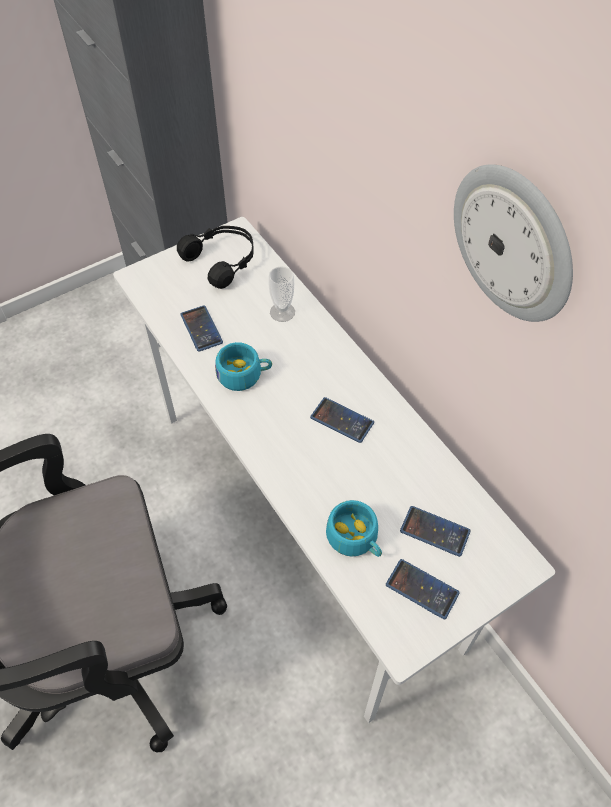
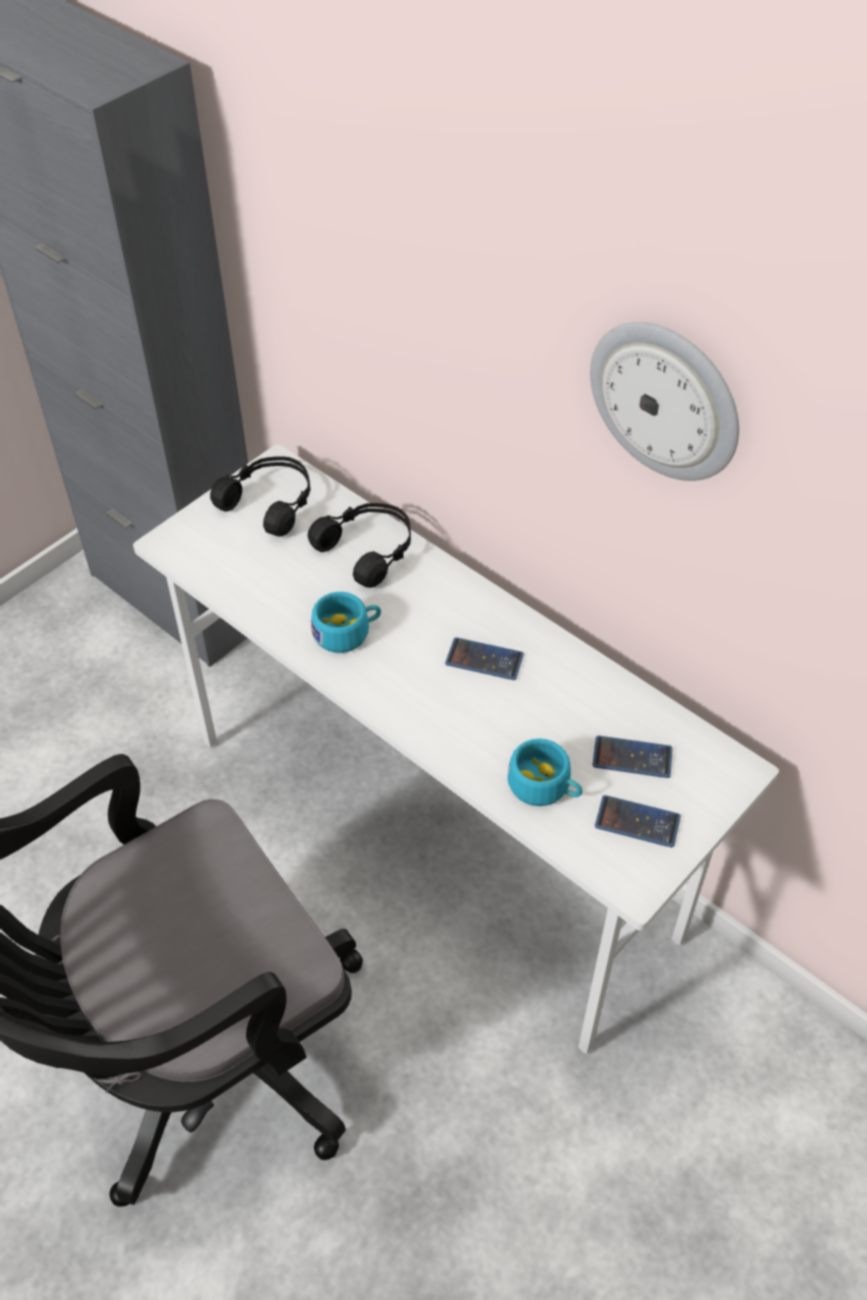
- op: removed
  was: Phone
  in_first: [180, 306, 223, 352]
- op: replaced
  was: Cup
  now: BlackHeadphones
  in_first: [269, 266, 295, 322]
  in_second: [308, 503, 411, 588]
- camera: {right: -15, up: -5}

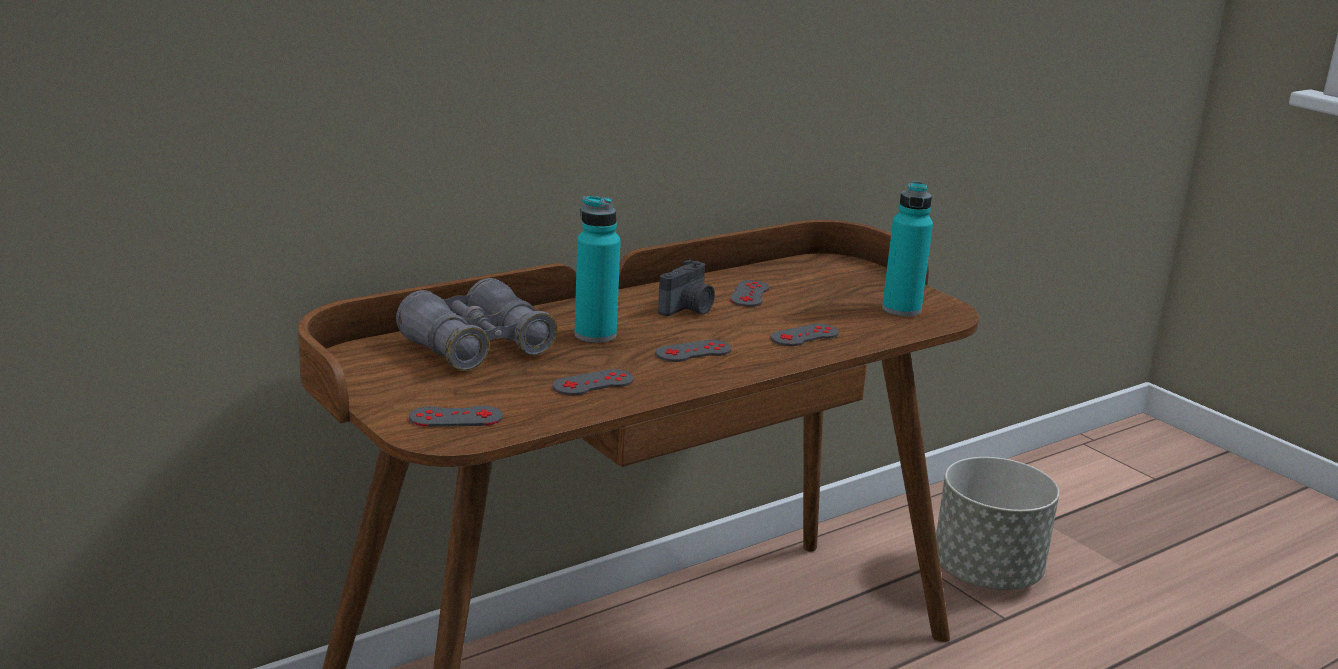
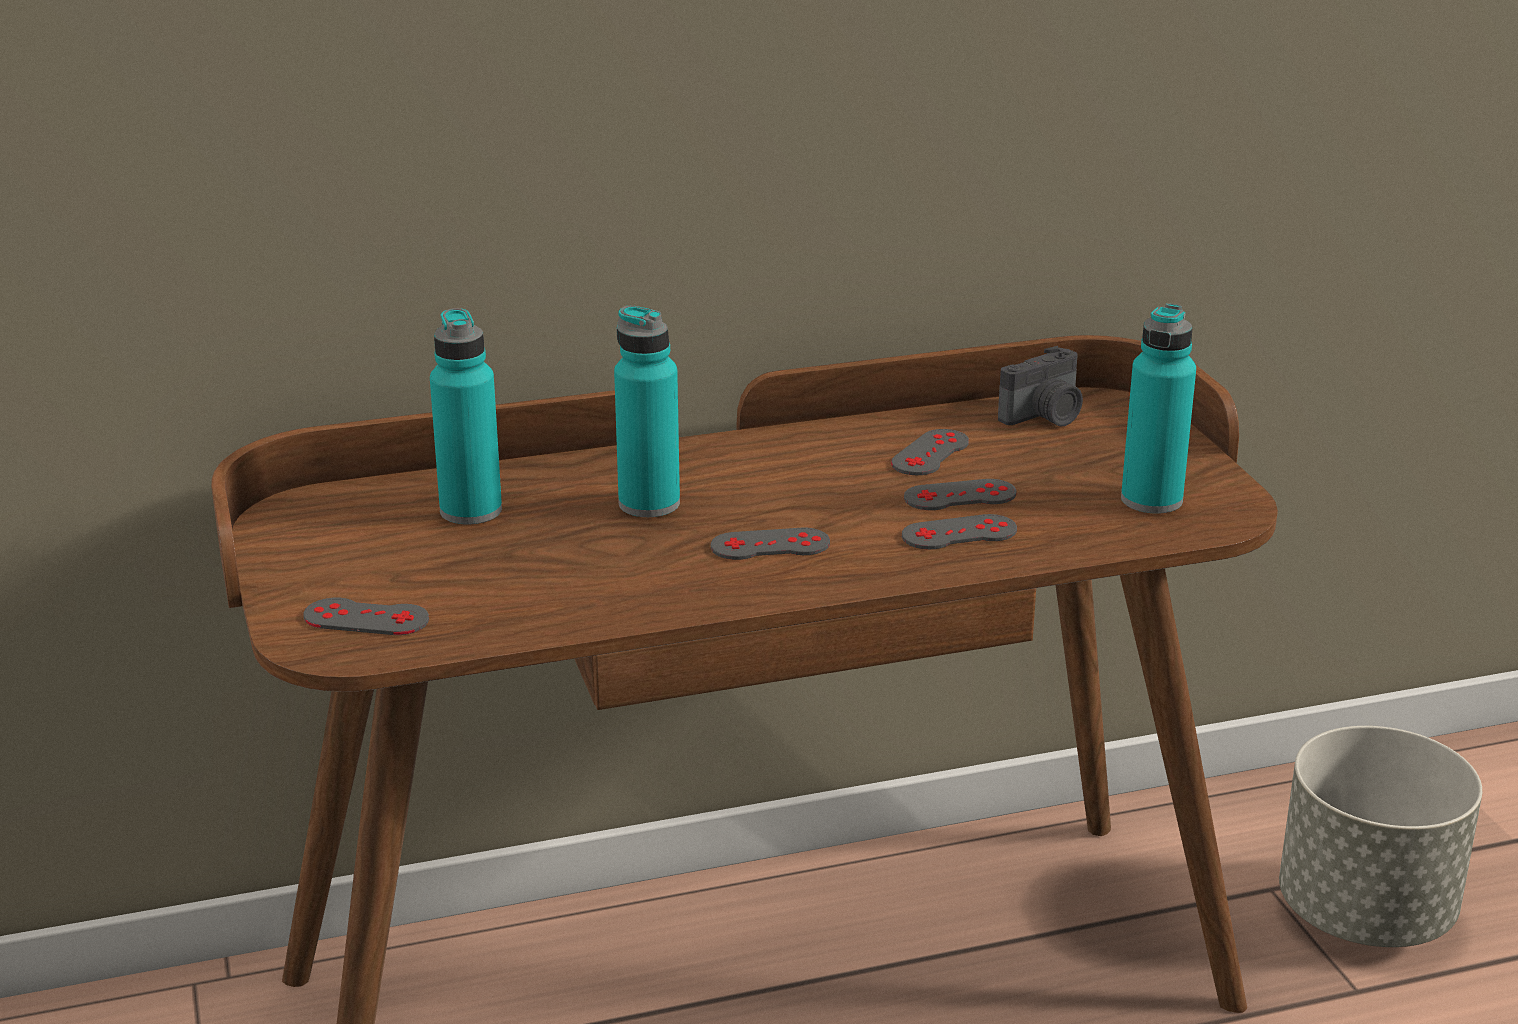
- op: replaced
  was: GreyBinoculars
  now: TurquoiseBottle
  in_first: [396, 278, 557, 371]
  in_second: [430, 308, 502, 524]
- op: moved
  was: GreyGameController
  in_first: [553, 369, 634, 395]
  in_second: [904, 479, 1017, 510]
- op: moved
  was: PhotoCamera
  in_first: [658, 260, 715, 316]
  in_second: [998, 346, 1083, 427]
- camera: {right: 20, up: 5}

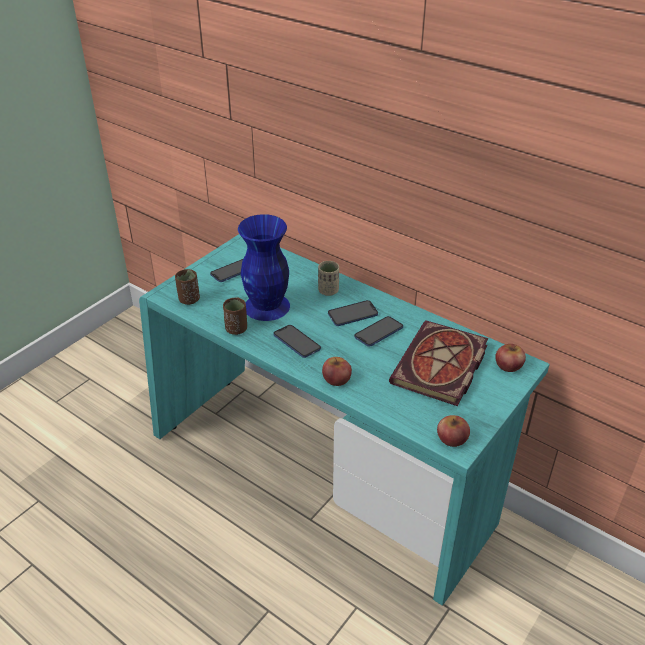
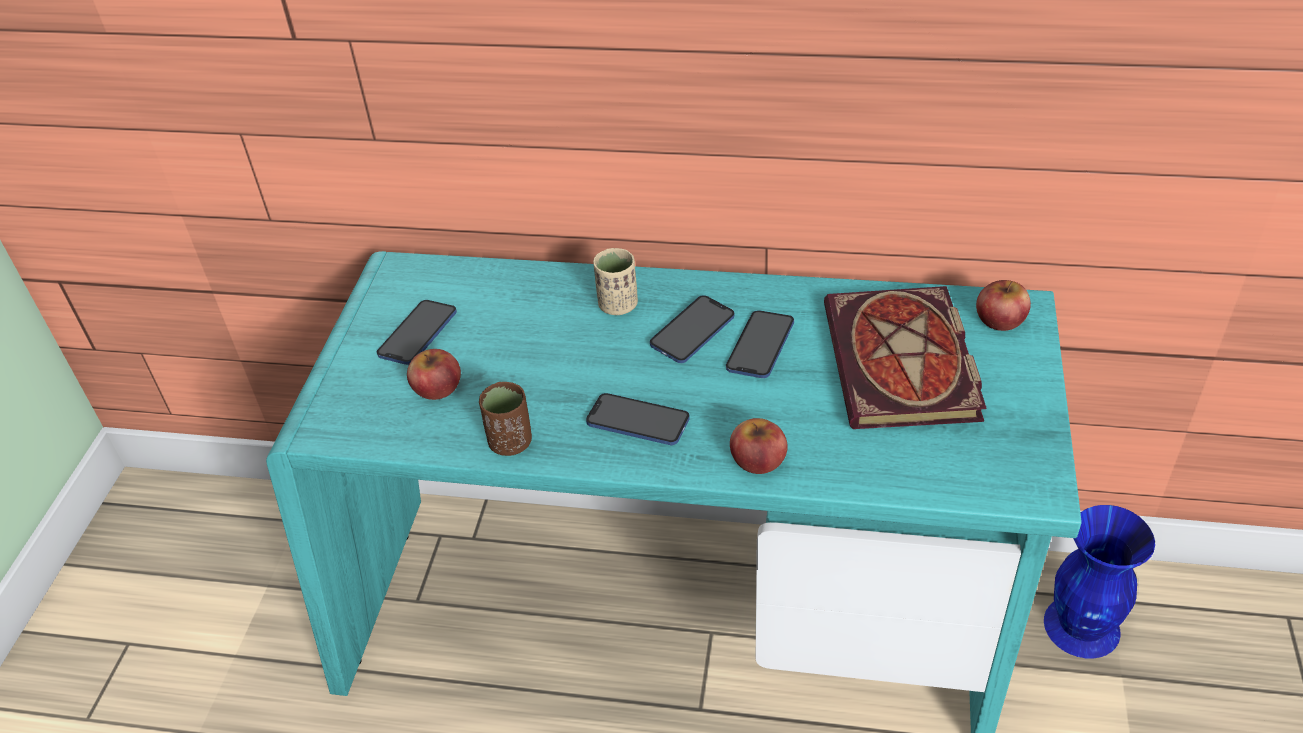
- op: removed
  was: BrownCup
  in_first: [175, 269, 200, 305]
- op: moved
  was: BlueVase
  in_first: [238, 214, 290, 321]
  in_second: [1044, 505, 1155, 659]
- op: moved
  was: Apple
  in_first: [437, 415, 470, 447]
  in_second: [407, 349, 461, 400]
- camera: {right: -25, up: 5}

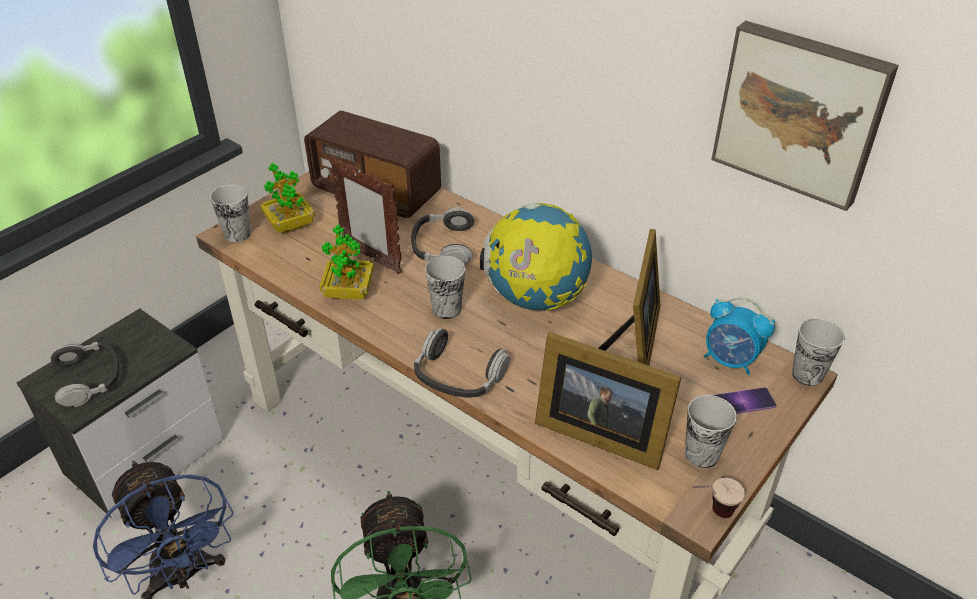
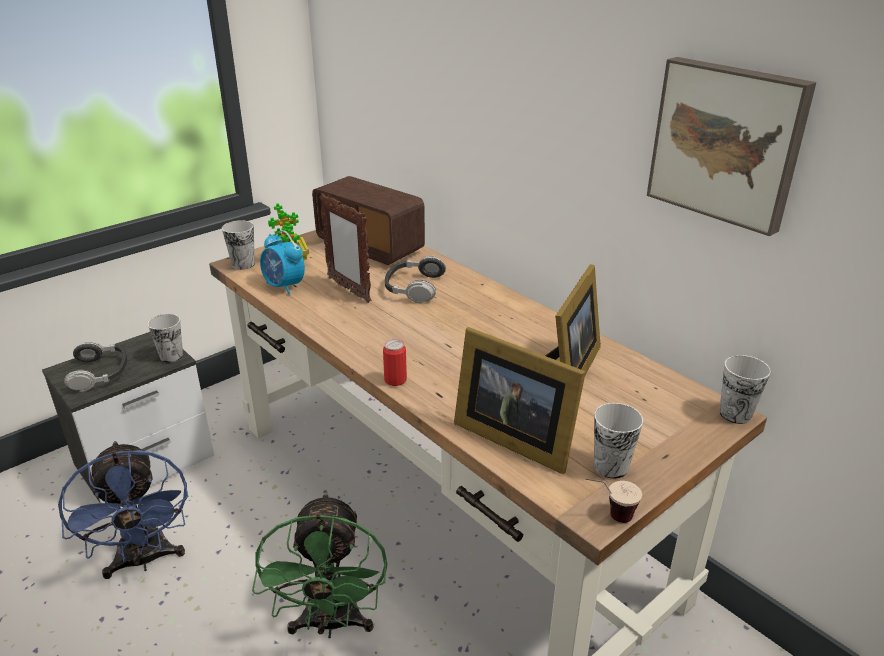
- op: removed
  was: PottedPlant
  in_first: [319, 225, 374, 299]
- op: replaced
  was: Headphones
  now: Can
  in_first: [414, 328, 510, 398]
  in_second: [383, 339, 407, 386]
- op: moved
  was: Cup
  in_first: [425, 256, 466, 319]
  in_second: [148, 314, 183, 363]
- op: removed
  was: Globe
  in_first: [480, 203, 592, 311]
- op: moved
  was: AlarmClock
  in_first: [703, 297, 775, 375]
  in_second: [260, 230, 305, 294]
- op: removed
  was: Phone
  in_first: [713, 387, 777, 414]
- camera: {right: 10, up: -10}

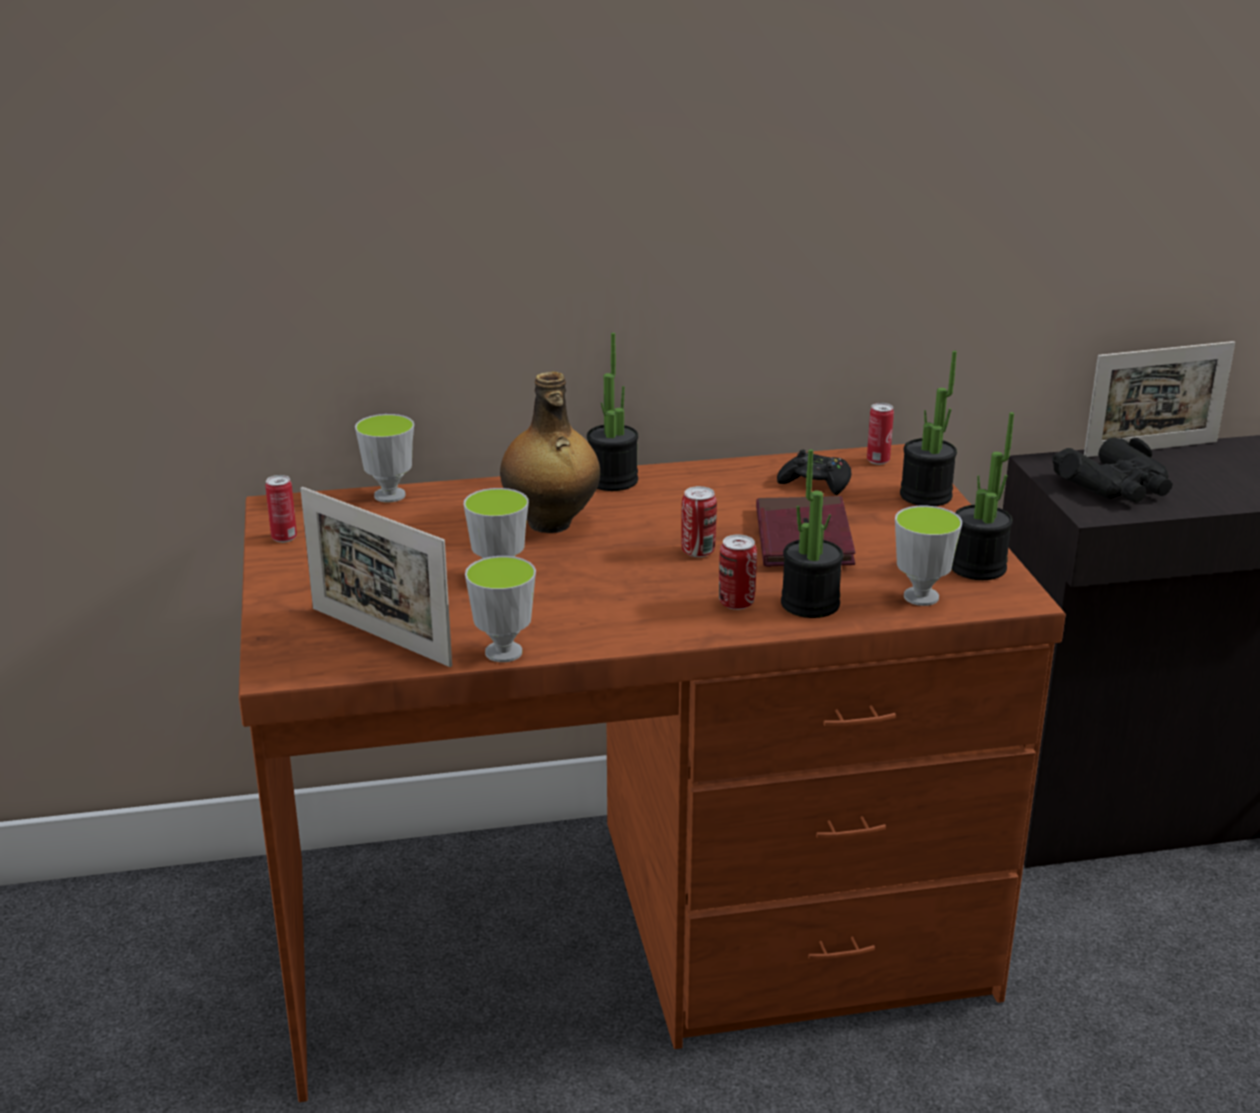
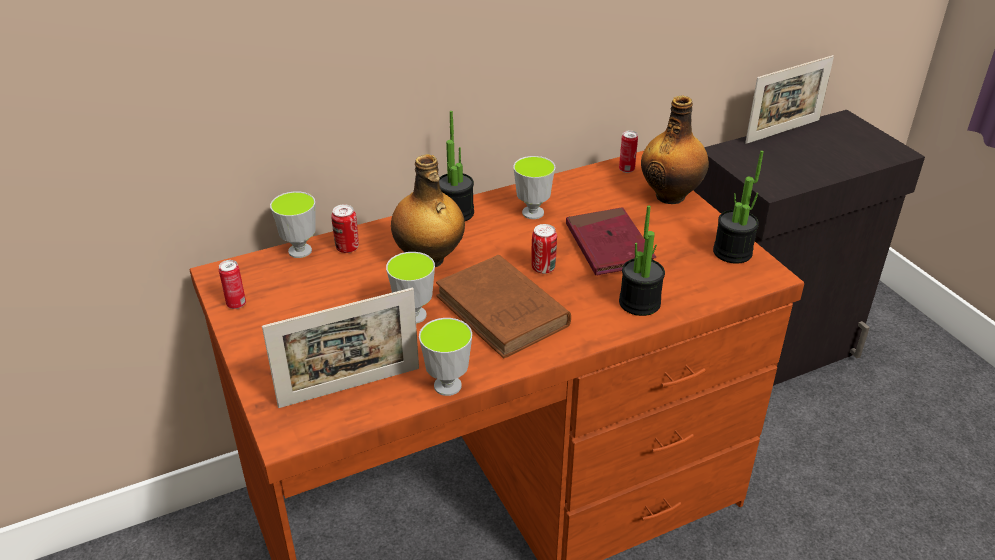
- op: turned
  was: PictureFrame
  in_first: [300, 487, 452, 667]
  in_second: [262, 288, 419, 408]
  clockwise: -45
- op: moved
  was: Can
  in_first: [719, 535, 757, 610]
  in_second: [331, 204, 359, 253]
- op: removed
  was: BlackGameController
  in_first: [777, 449, 851, 495]
- op: moved
  was: Cup
  in_first: [895, 505, 962, 606]
  in_second: [513, 156, 555, 219]
- op: replaced
  was: PottedPlant
  now: Bottle
  in_first: [900, 351, 957, 506]
  in_second: [641, 95, 709, 204]
- op: removed
  was: BlackBinoculars
  in_first: [1052, 437, 1173, 503]
- op: added
  now: BrownBook
  in_second: [436, 255, 571, 358]
- camera: {right: -15, up: 10}

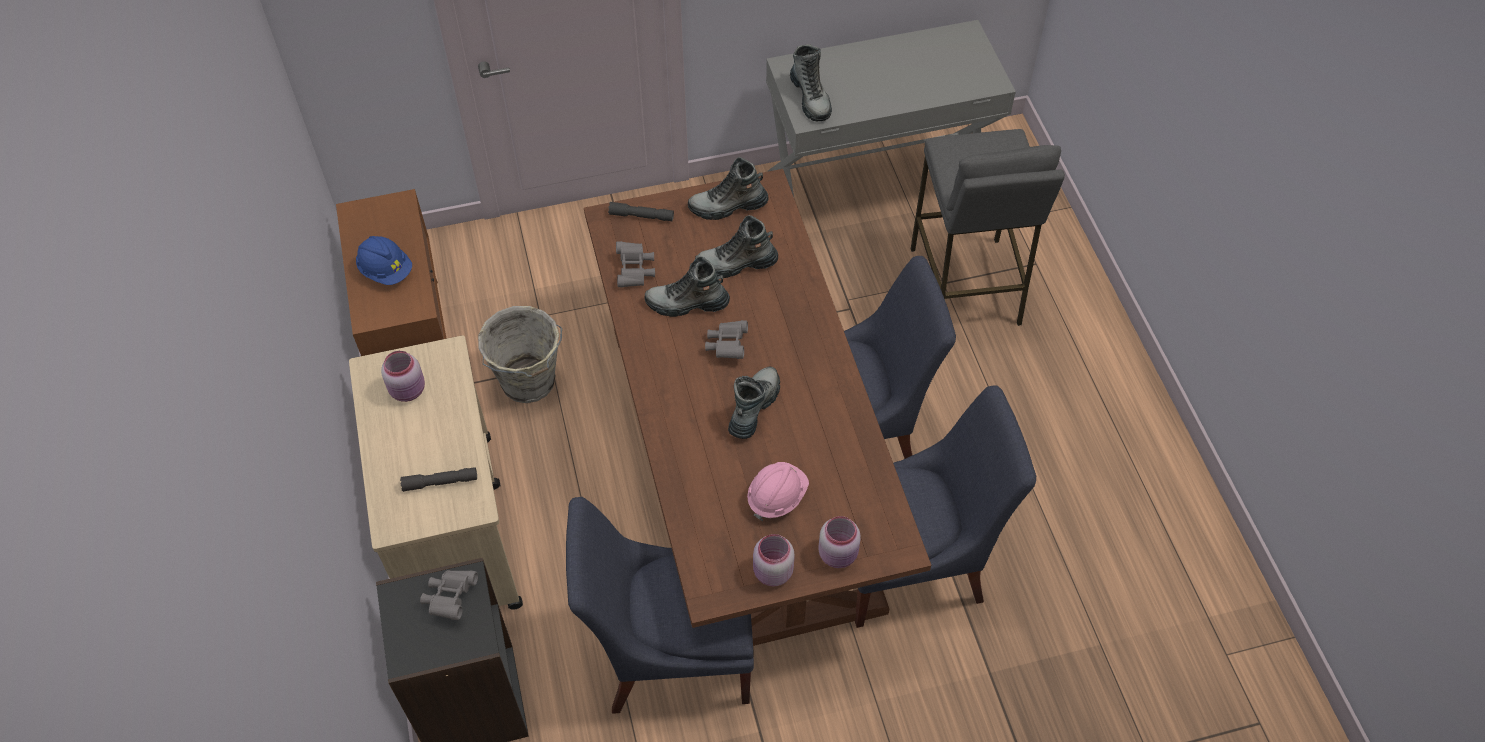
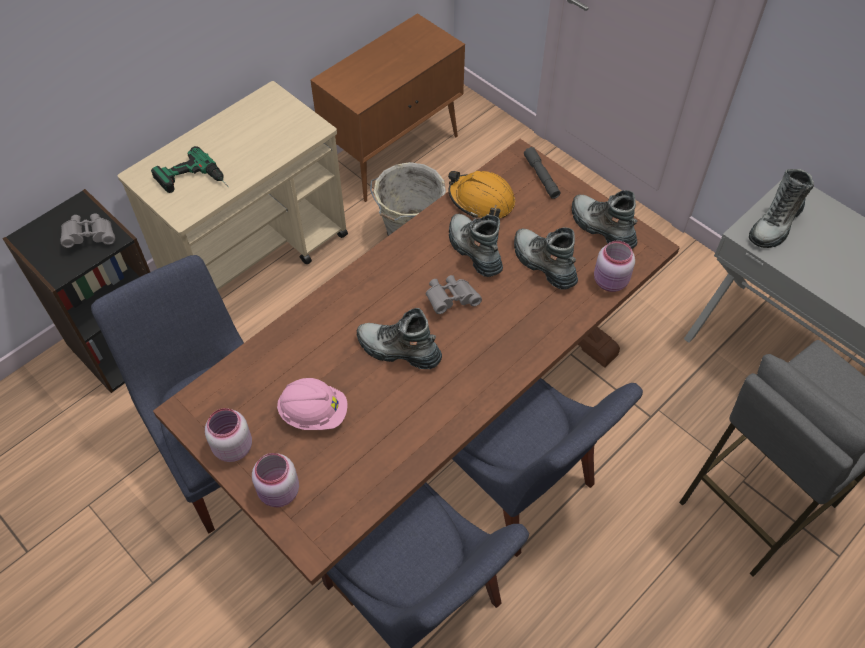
- op: removed
  was: BlueHardHat
  in_first: [356, 236, 412, 285]
- op: moved
  was: PinkJar
  in_first: [381, 351, 425, 402]
  in_second: [594, 241, 635, 292]
- op: replaced
  was: GreyFlashlight
  now: PowerDrill
  in_first: [400, 467, 477, 492]
  in_second: [151, 146, 229, 193]
- op: replaced
  was: GreyBinoculars
  now: OrangeHardHat
  in_first: [616, 241, 655, 287]
  in_second: [448, 170, 515, 218]
- op: turned
  was: Boot
  in_first: [728, 366, 780, 439]
  in_second: [357, 308, 442, 369]
  clockwise: -150
- camera: {right: 60, up: 0}

